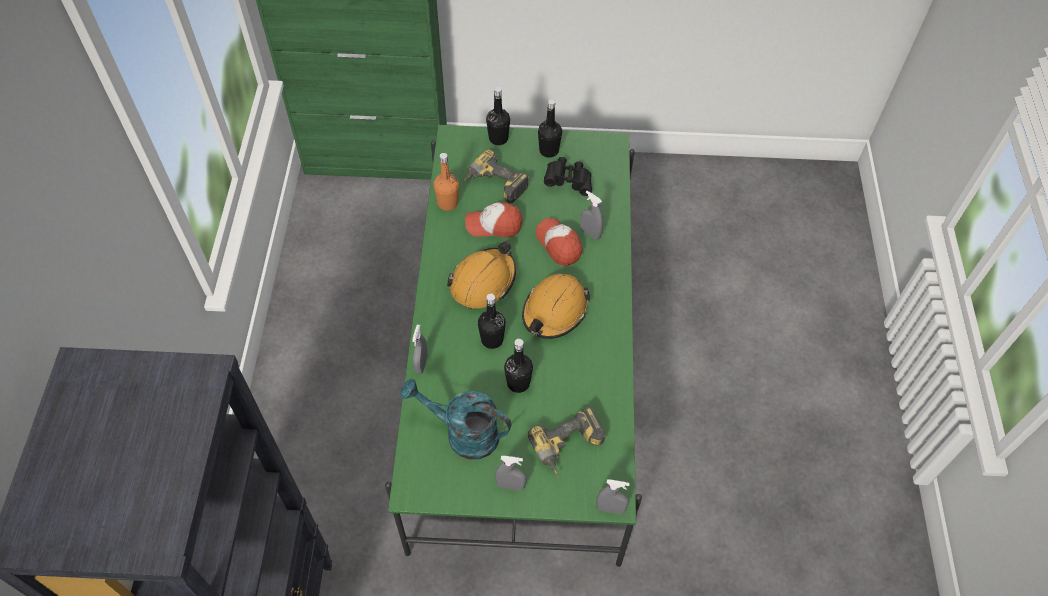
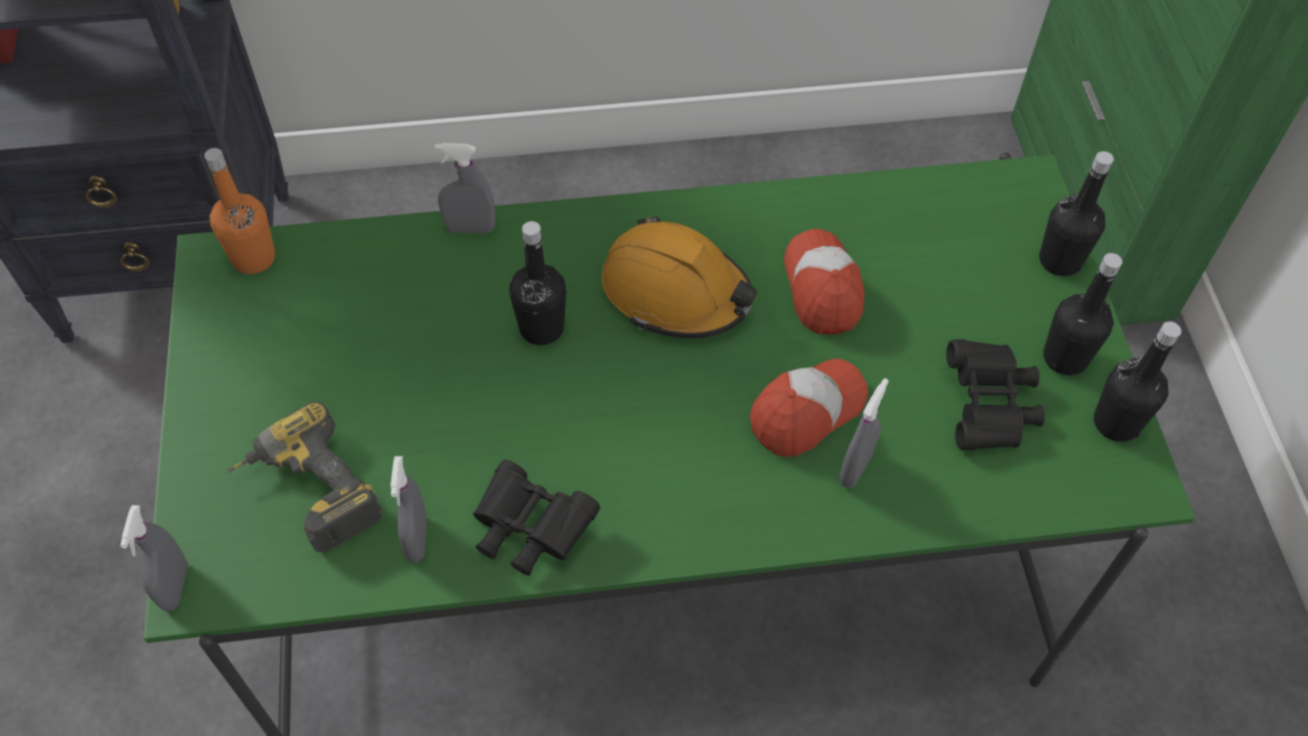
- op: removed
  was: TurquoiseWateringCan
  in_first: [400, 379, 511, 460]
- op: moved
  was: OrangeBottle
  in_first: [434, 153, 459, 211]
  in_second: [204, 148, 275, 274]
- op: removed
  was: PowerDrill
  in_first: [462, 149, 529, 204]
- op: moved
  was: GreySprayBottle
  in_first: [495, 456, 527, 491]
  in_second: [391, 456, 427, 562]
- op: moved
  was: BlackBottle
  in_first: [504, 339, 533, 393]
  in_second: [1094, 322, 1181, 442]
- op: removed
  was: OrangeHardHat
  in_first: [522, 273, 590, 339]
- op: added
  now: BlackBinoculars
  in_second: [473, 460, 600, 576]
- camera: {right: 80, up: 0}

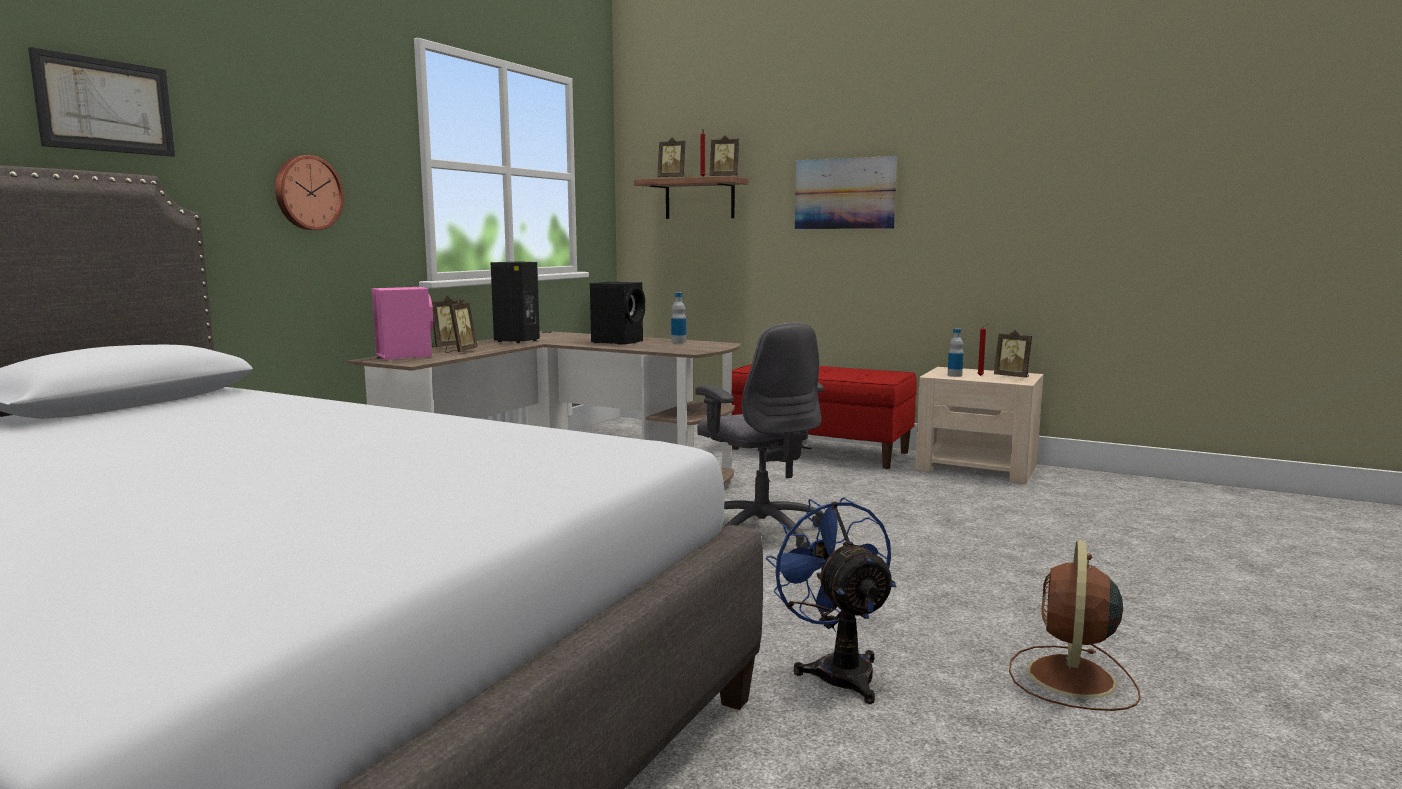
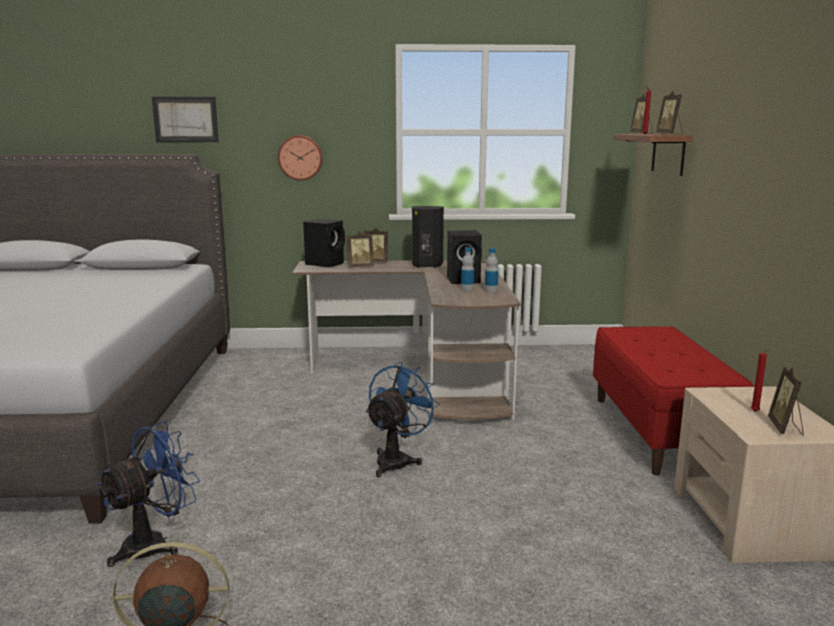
- op: recoloured
  was: PinkSpeaker
  now: BlackSpeaker
  in_first: [372, 287, 433, 360]
  in_second: [303, 219, 345, 267]
- op: replaced
  was: GreyOfficeChair
  now: BlueFan
  in_first: [695, 323, 824, 549]
  in_second: [366, 362, 440, 477]
- op: removed
  was: Picture
  in_first: [795, 156, 897, 229]
- op: moved
  was: Bottle
  in_first: [948, 329, 963, 377]
  in_second: [461, 247, 474, 291]
- camera: {right: 60, up: 5}

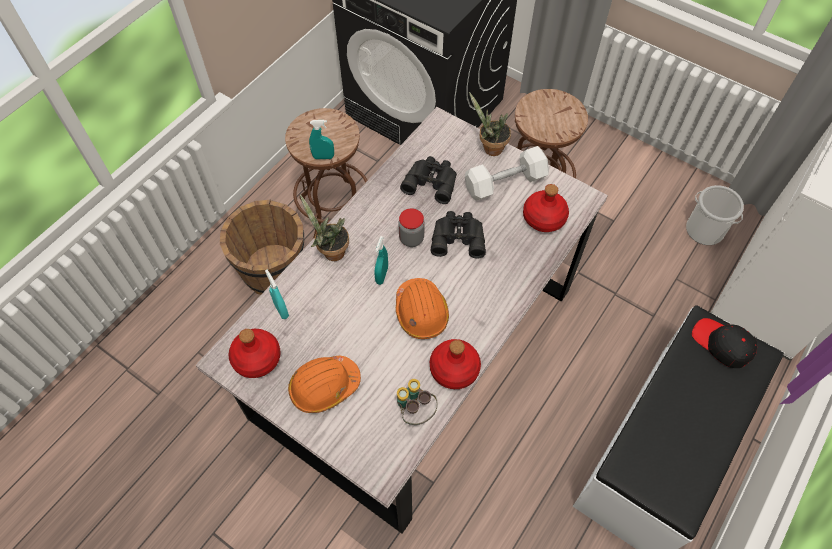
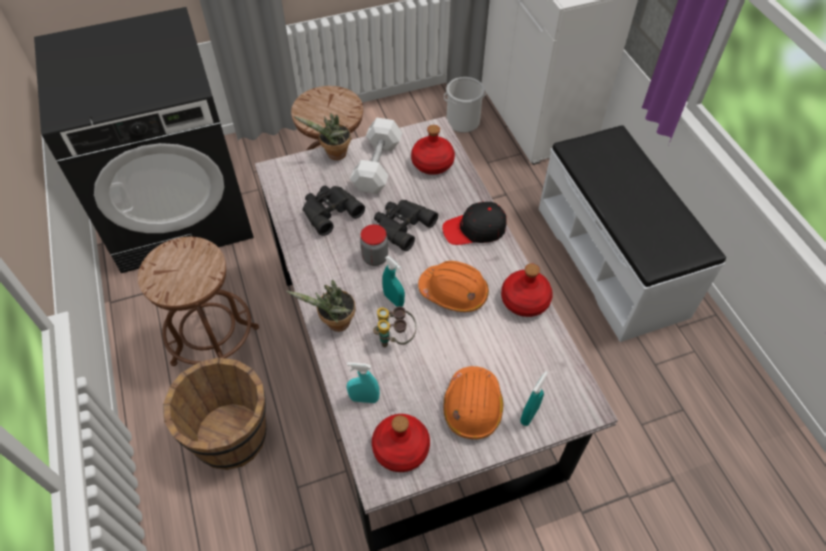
- op: moved
  was: TurquoiseSprayBottle
  in_first: [309, 120, 334, 159]
  in_second: [520, 371, 548, 426]
- op: moved
  was: Binoculars
  in_first: [397, 379, 437, 425]
  in_second: [373, 306, 416, 347]
- op: moved
  was: BlackCap
  in_first: [692, 318, 757, 368]
  in_second: [442, 202, 507, 245]
- camera: {right: -55, up: -5}

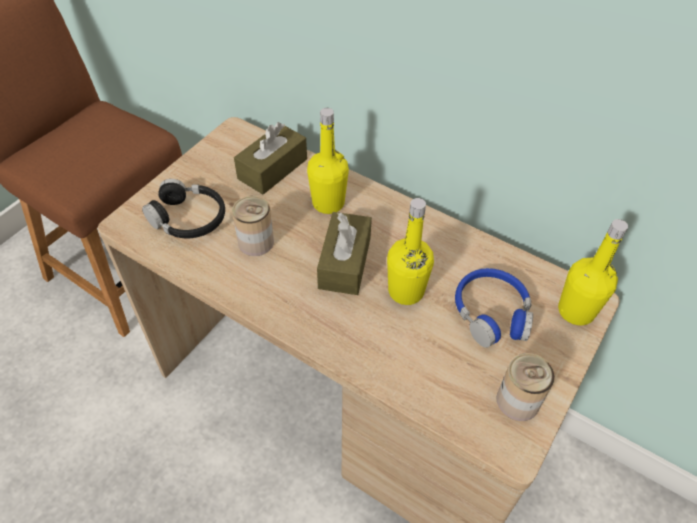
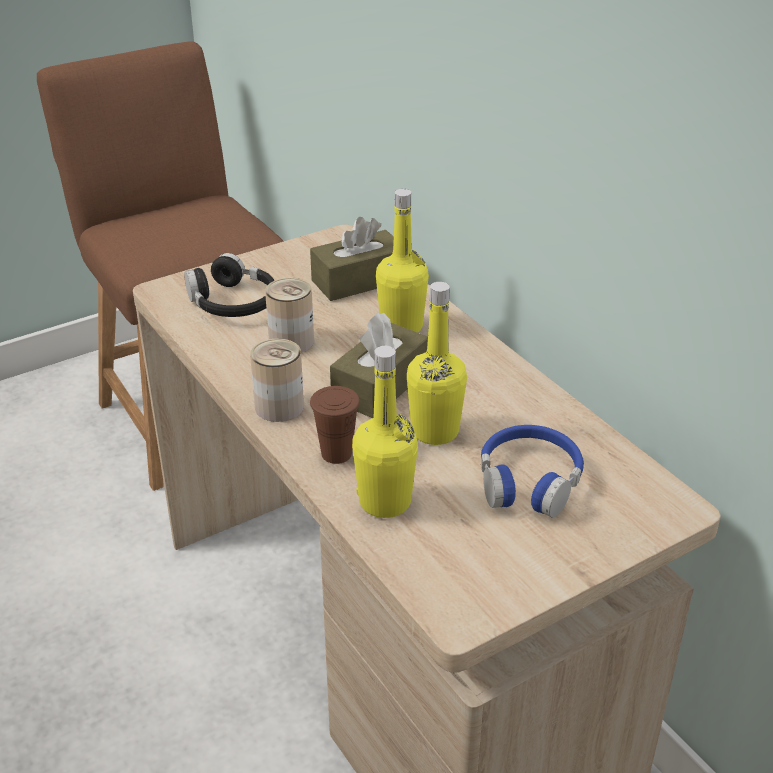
- op: moved
  was: Can
  in_first: [496, 353, 555, 421]
  in_second: [250, 339, 304, 422]
- op: moved
  was: YellowBottle
  in_first: [558, 219, 628, 325]
  in_second: [352, 346, 418, 518]
- op: added
  now: BrownCup
  in_second: [310, 386, 360, 464]
- camera: {right: 25, up: -15}

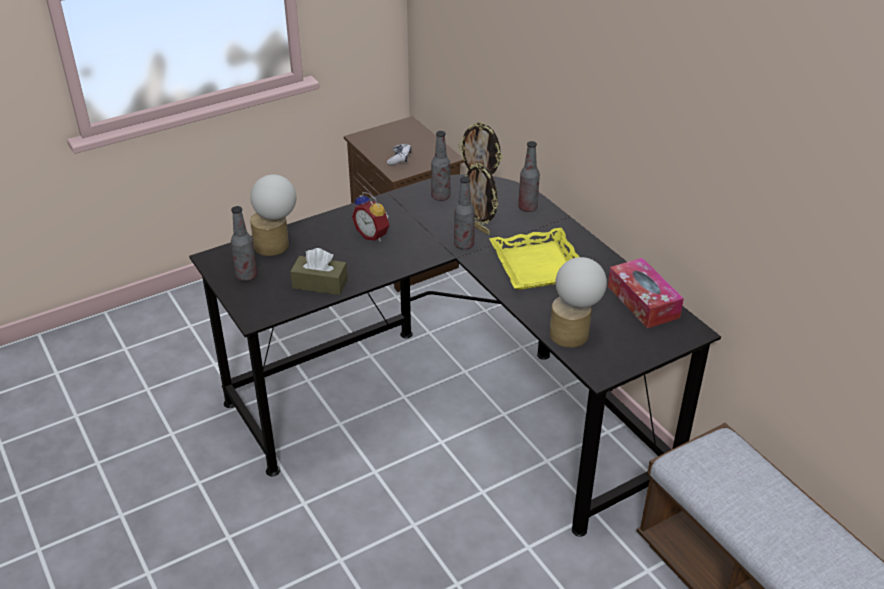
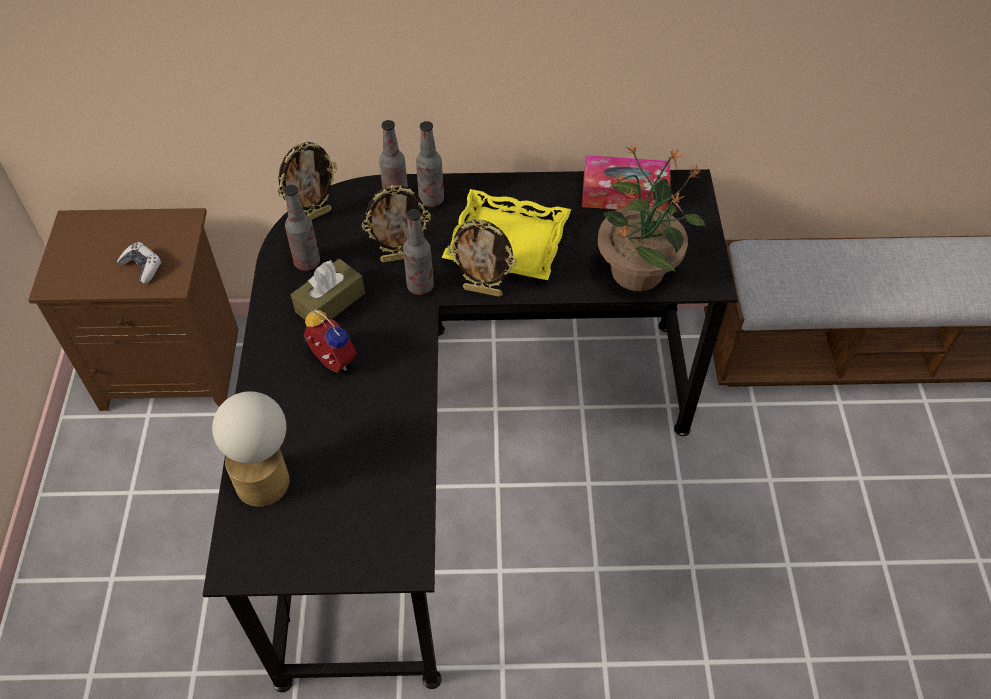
- op: moved
  was: Bottle
  in_first: [231, 206, 257, 281]
  in_second: [416, 121, 444, 207]
- op: moved
  was: BrownTissueBox
  in_first: [290, 248, 348, 295]
  in_second: [291, 259, 365, 320]
- op: turned
  was: AlarmClock
  in_first: [352, 192, 389, 242]
  in_second: [304, 310, 357, 373]
  clockwise: -120
- op: replaced
  was: TableLamp
  now: PottedPlant
  in_first: [550, 257, 607, 348]
  in_second: [598, 145, 706, 291]
- op: added
  now: PictureFrame
  in_second: [448, 220, 517, 297]
- camera: {right: -60, up: 15}

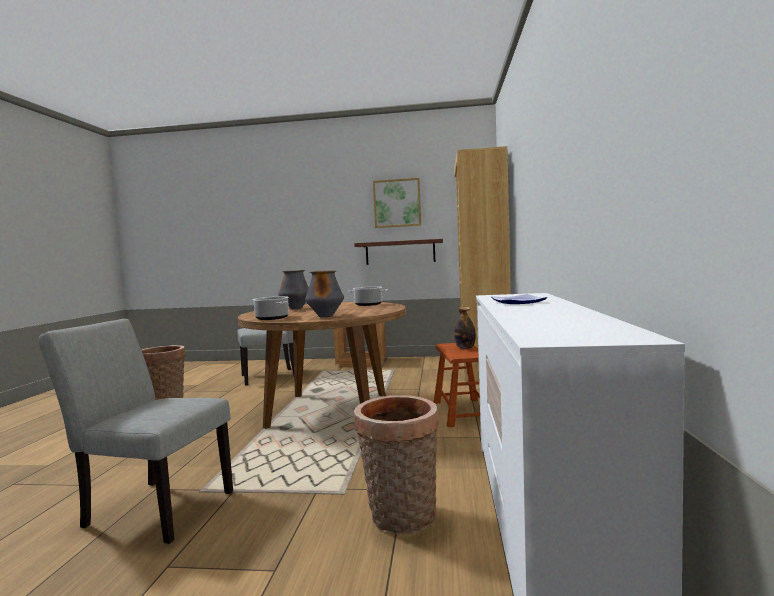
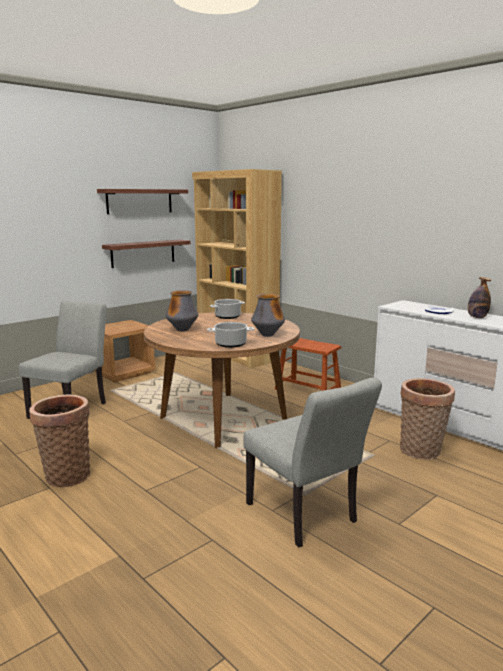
- op: turned
  was: GreyChair
  in_first: [39, 319, 233, 544]
  in_second: [244, 377, 382, 547]
  clockwise: -90
- op: replaced
  was: Picture
  now: Shelf
  in_first: [373, 178, 421, 228]
  in_second: [97, 189, 188, 214]
- op: moved
  was: Bottle
  in_first: [454, 307, 476, 349]
  in_second: [468, 277, 491, 318]
- camera: {right: -50, up: 10}

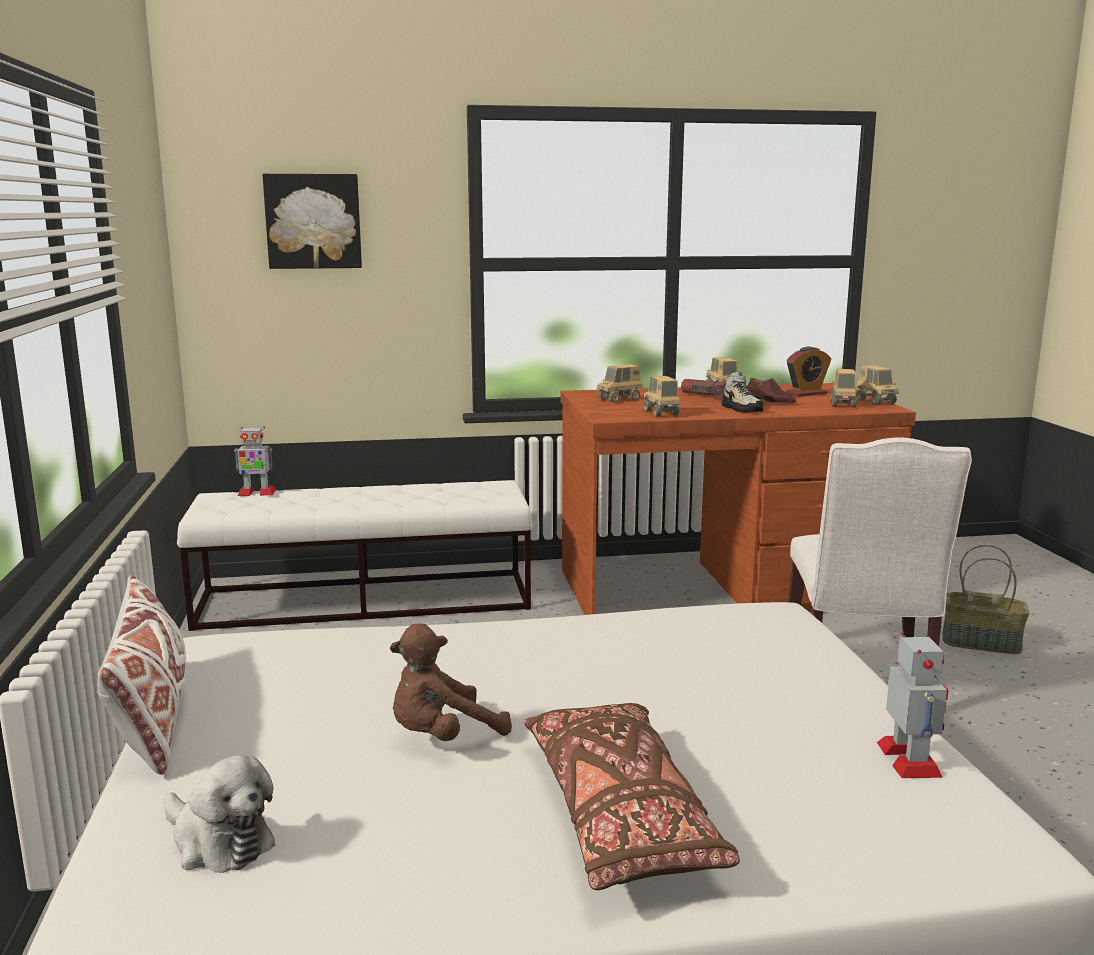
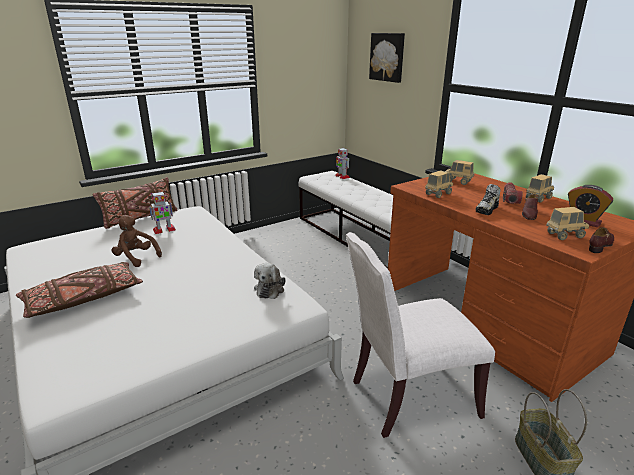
- op: recoloured
  was: WhitePillow
  now: BrownPillow
  in_first: [97, 575, 186, 775]
  in_second: [93, 177, 178, 229]
- op: moved
  was: PlushToy
  in_first: [164, 755, 275, 873]
  in_second: [254, 263, 286, 299]
- op: replaced
  was: ToyTruck
  now: BrownShoe
  in_first: [856, 365, 899, 405]
  in_second: [589, 227, 614, 253]
- op: moved
  was: ToyRobot
  in_first: [877, 631, 949, 778]
  in_second: [149, 191, 176, 234]
- camera: {right: 65, up: 10}

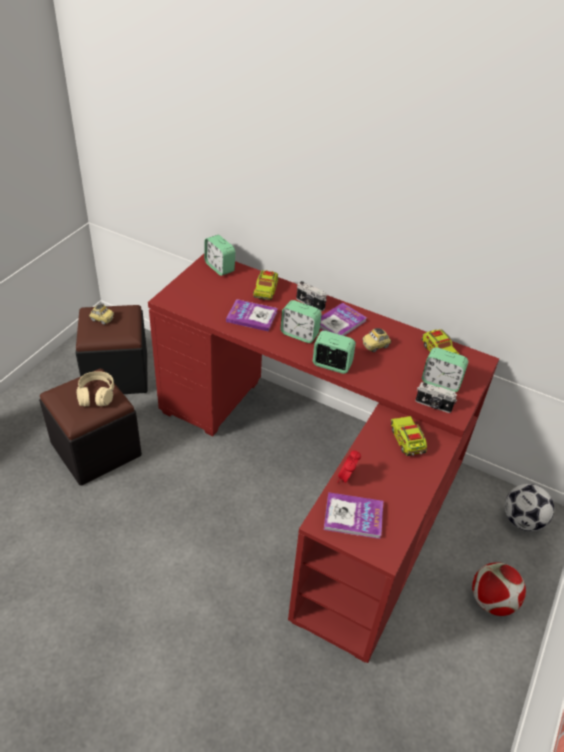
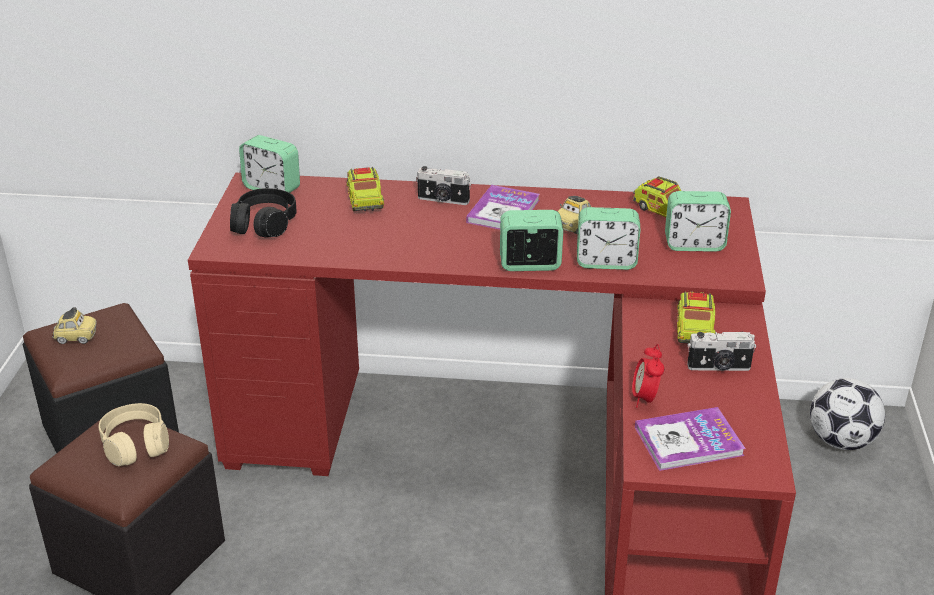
- op: removed
  was: Book
  in_first: [226, 299, 278, 332]
- op: moved
  was: AlarmClock
  in_first: [280, 300, 322, 343]
  in_second: [577, 207, 640, 270]
- op: turned
  was: ToyTruck
  in_first: [391, 416, 427, 456]
  in_second: [677, 291, 716, 344]
  clockwise: -135
- op: moved
  was: PhotoCamera
  in_first: [415, 382, 457, 413]
  in_second: [687, 332, 756, 371]
- op: removed
  was: Football
  in_first: [472, 562, 526, 616]
- op: added
  now: BlackHeadphones
  in_second: [230, 188, 297, 238]
- camera: {right: -20, up: -10}

